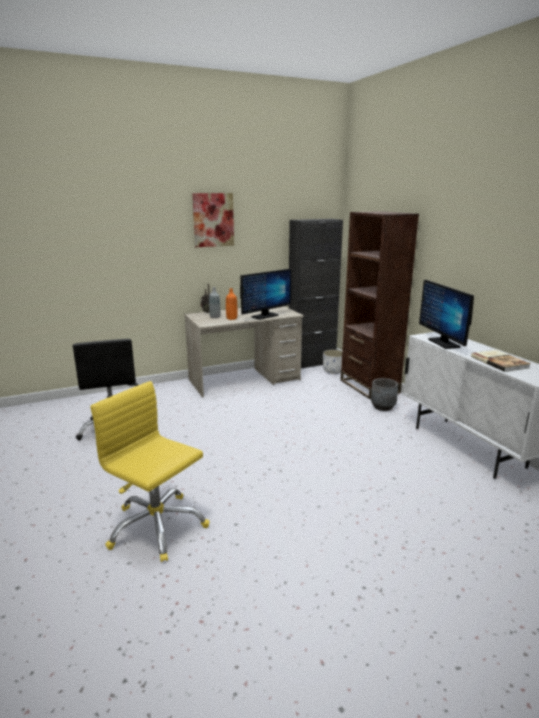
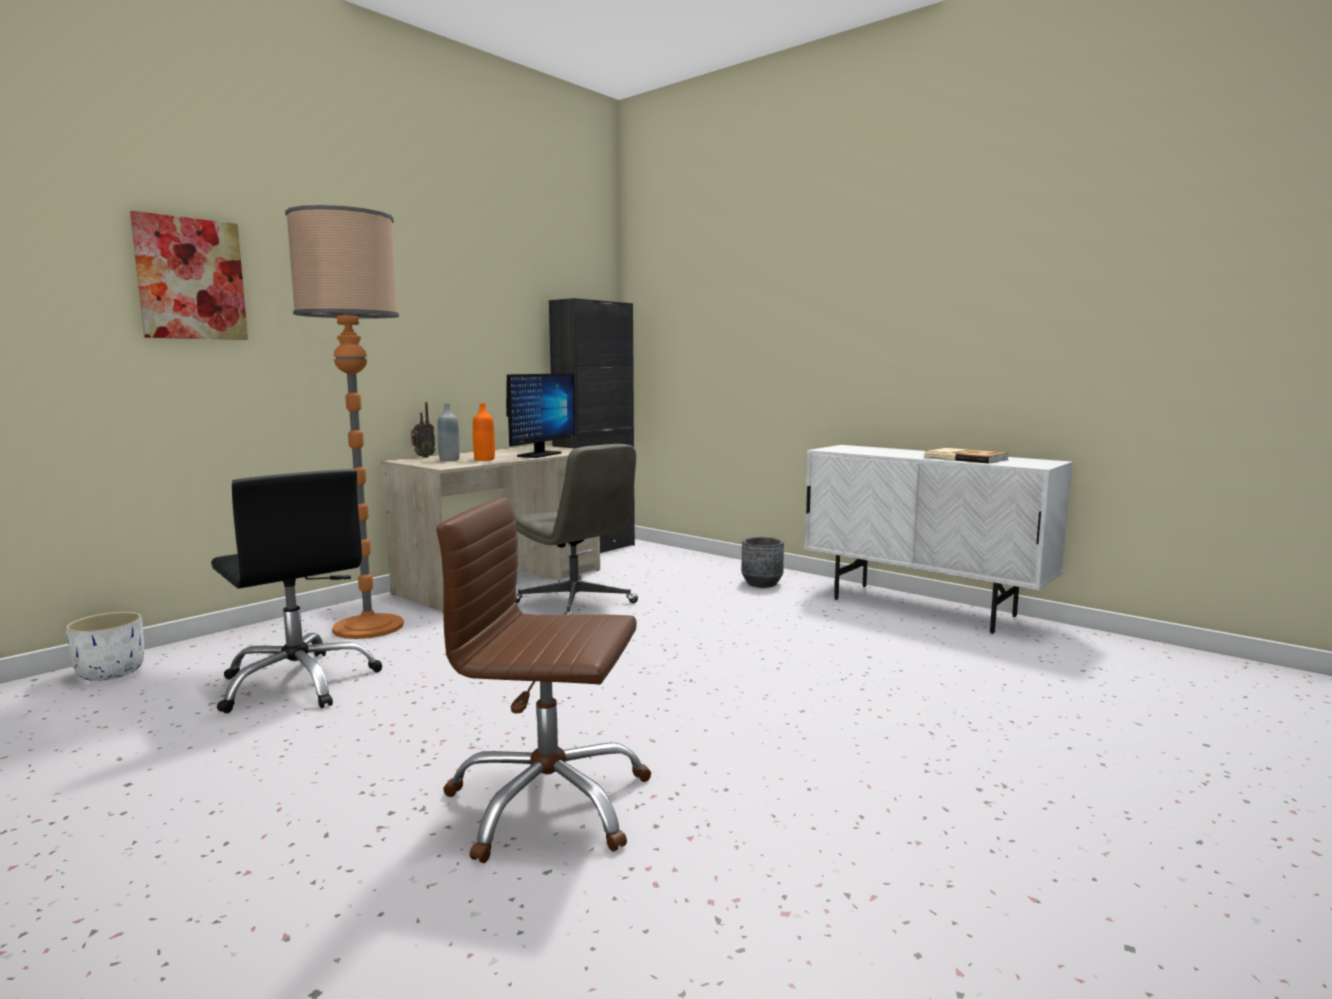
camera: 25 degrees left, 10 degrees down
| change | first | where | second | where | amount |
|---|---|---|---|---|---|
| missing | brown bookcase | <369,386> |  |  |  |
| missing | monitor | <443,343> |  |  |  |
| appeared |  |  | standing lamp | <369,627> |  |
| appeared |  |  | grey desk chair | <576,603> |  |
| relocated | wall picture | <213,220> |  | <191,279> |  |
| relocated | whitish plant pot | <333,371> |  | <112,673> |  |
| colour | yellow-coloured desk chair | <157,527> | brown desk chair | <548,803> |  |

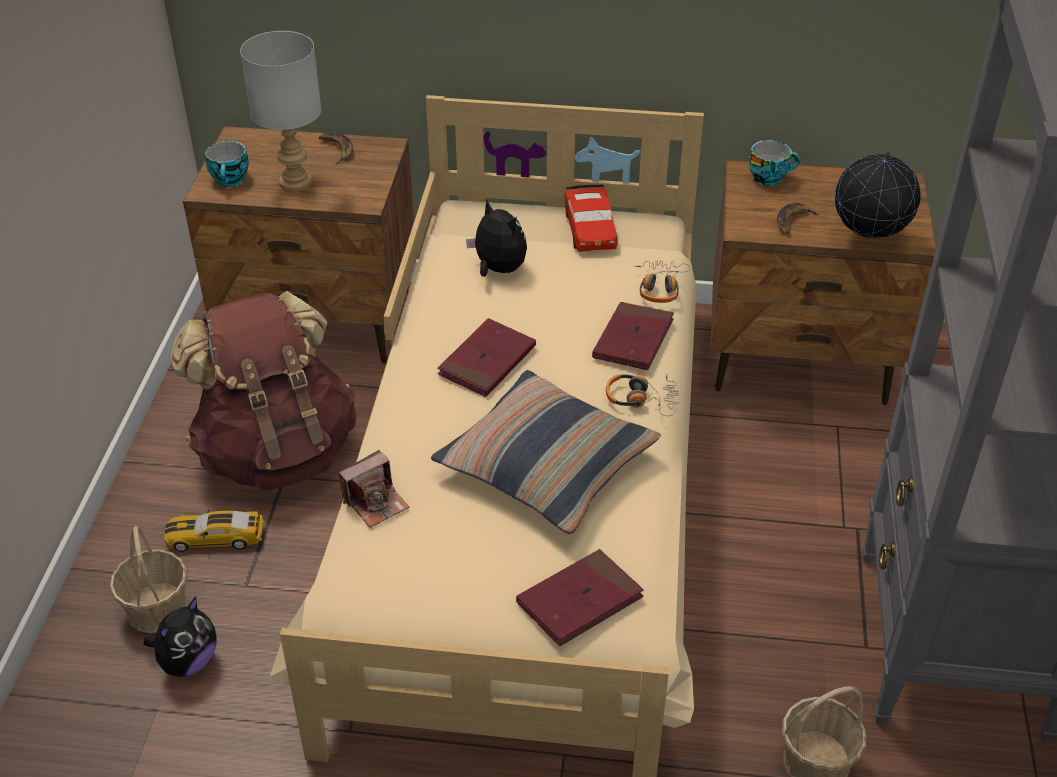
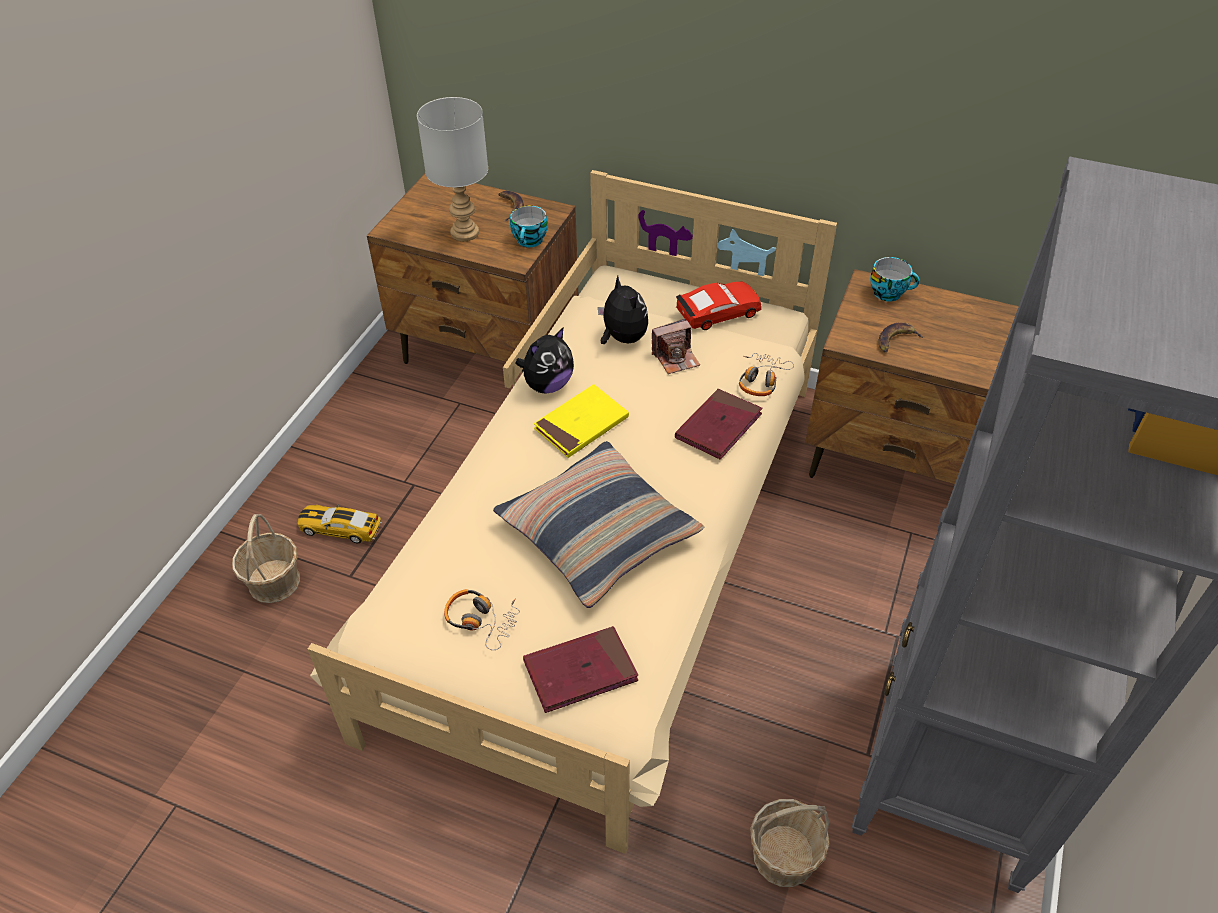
camera: 15 degrees right, 5 degrees up
| change | first | where | second | where | amount |
|---|---|---|---|---|---|
| missing | brown rucksack | <277,451> |  |  |  |
| missing | world globe | <868,240> |  |  |  |
| relocated | plush toy | <188,661> |  | <547,385> |  |
| relocated | cup | <231,180> |  | <530,241> |  |
| relocated | photo camera | <376,502> |  | <675,358> |  |
| relocated | headset | <642,399> |  | <481,620> |  |
| colour | red-coloured book | <487,361> | yellow-coloured book | <581,424> |  |
| spun | red-coloured toy car | <590,229> |  | <717,313> | 120 degrees counterclockwise |

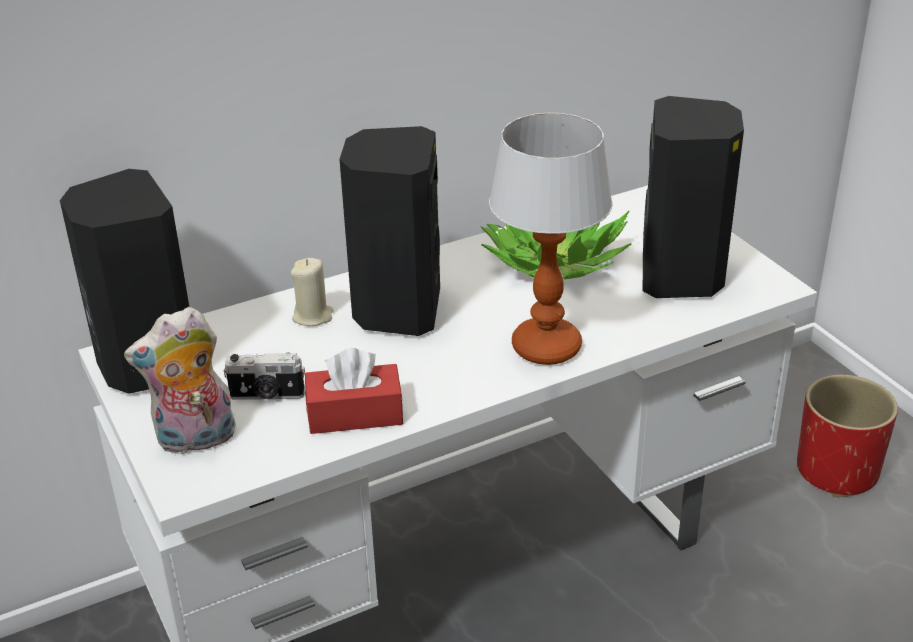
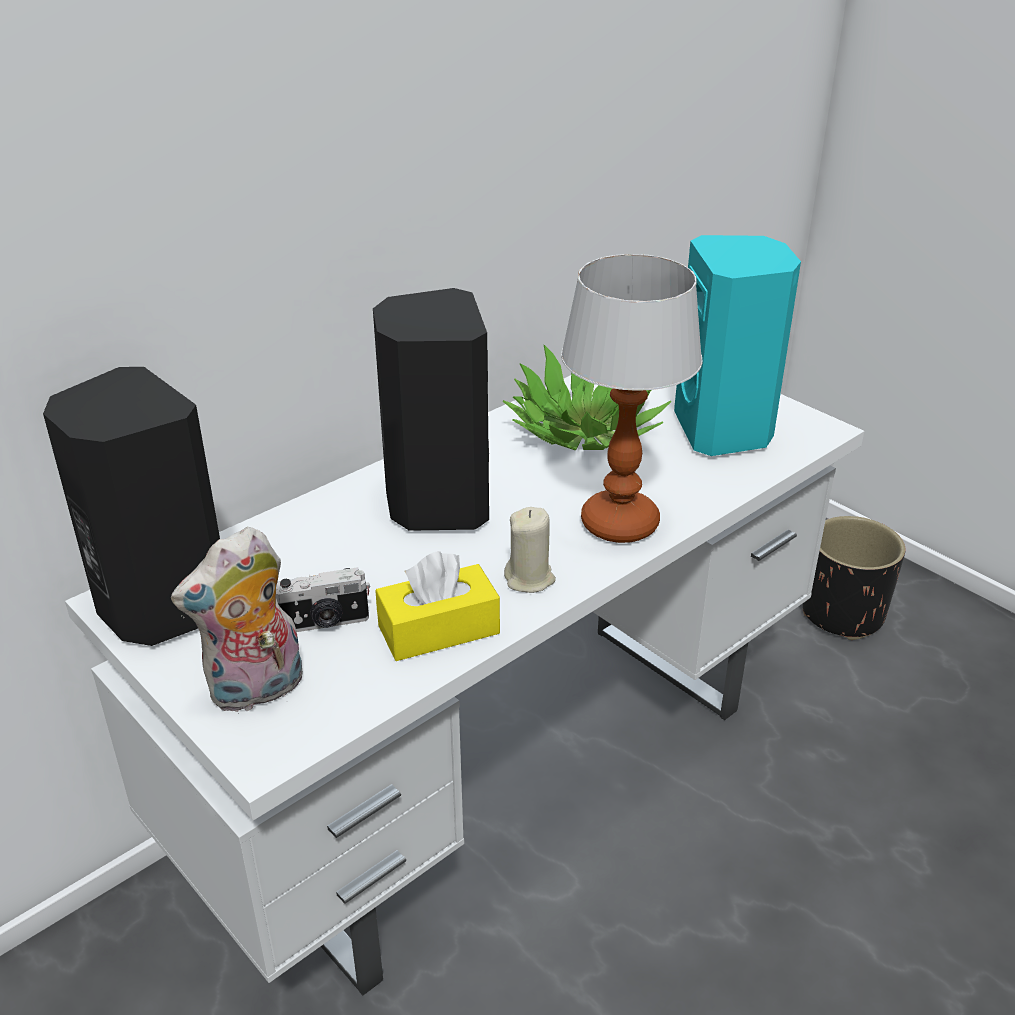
camera: 15 degrees left, 0 degrees up
| change | first | where | second | where | amount |
|---|---|---|---|---|---|
| relocated | beige candle | <313,316> |  | <530,579> |  |
| colour | red-coloured tissue box | <355,414> | yellow-coloured tissue box | <439,630> |  |
| colour | blackish loudspeaker | <682,277> | turquoise-coloured loudspeaker | <725,431> |  |
| colour | red-coloured plant pot | <836,471> | blackish plant pot | <842,614> |  |

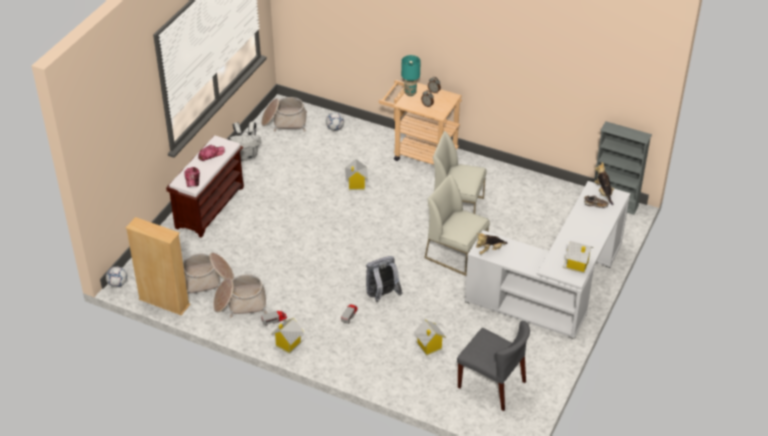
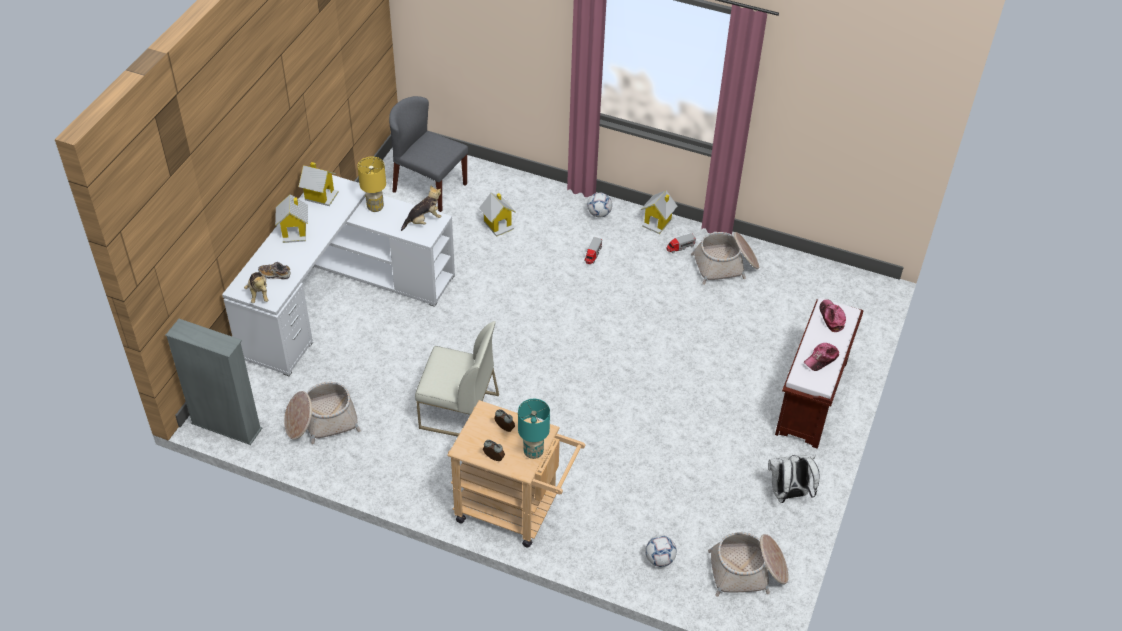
camera: 175 degrees right, 5 degrees up
| change | first | where | second | where | amount |
|---|---|---|---|---|---|
| missing | beige bookcase | <164,302> |  |  |  |
| missing | grey rucksack | <382,295> |  |  |  |
| missing | whitish upright chair | <456,253> |  |  |  |
| appeared |  |  | yellow-coloured tabletop lamp | <375,207> |  |
| relocated | ball for football | <117,284> |  | <599,214> |  |
| relocated | basket | <207,280> |  | <321,421> |  |
| relocated | toy house | <356,184> |  | <295,231> |  |

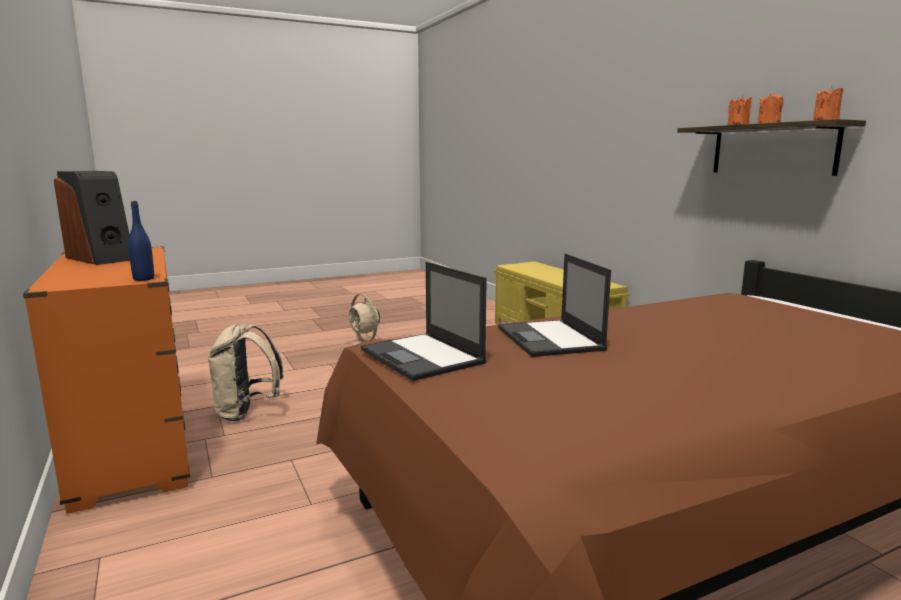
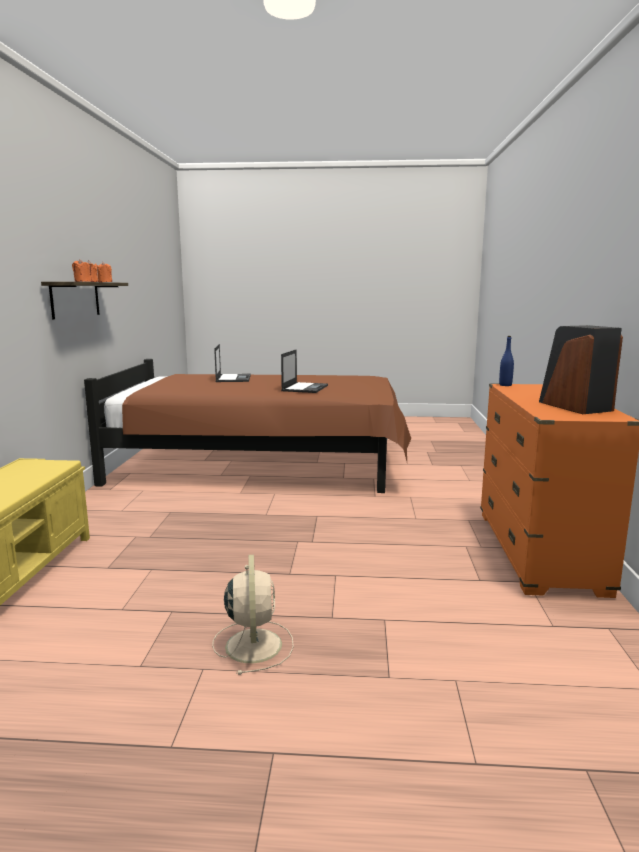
camera: 150 degrees left, 0 degrees up
| change | first | where | second | where | amount |
|---|---|---|---|---|---|
| missing | beige rucksack | <247,412> |  |  |  |
| relocated | notebook computer | <423,357> |  | <233,378> |  |

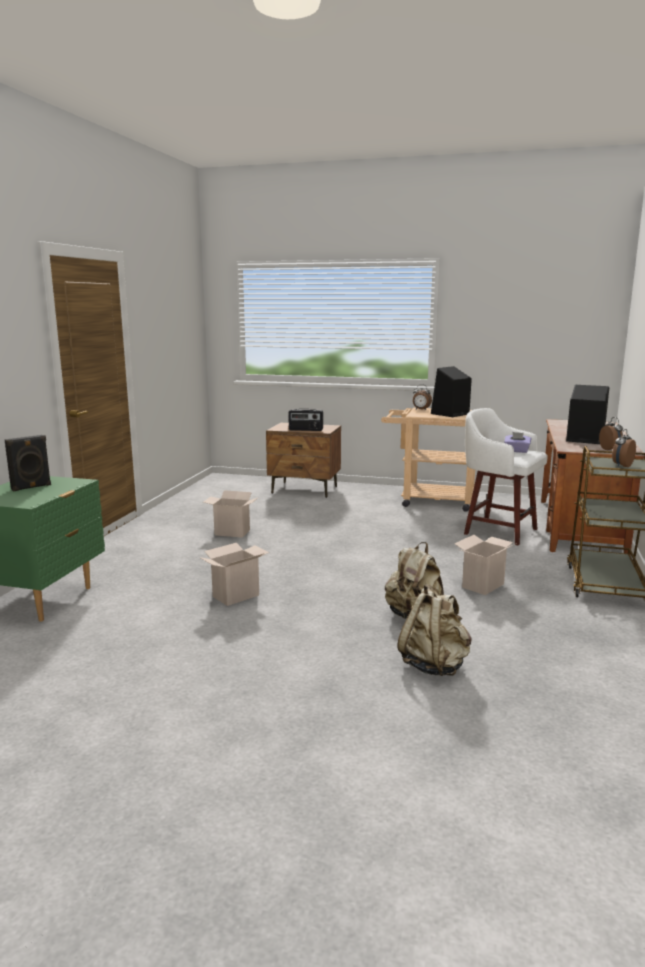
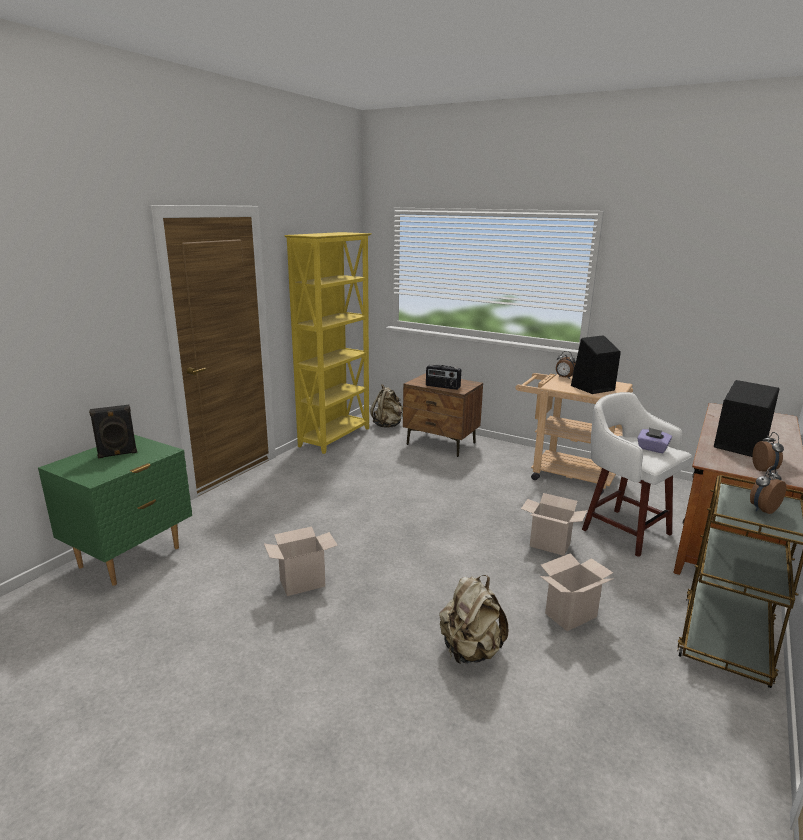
camera: 15 degrees right, 5 degrees up
| change | first | where | second | where | amount |
|---|---|---|---|---|---|
| appeared |  |  | yellow-coloured bookcase | <336,437> |  |
| relocated | cardboard box | <231,533> |  | <548,545> |  |
| relocated | beige rucksack | <434,665> |  | <388,425> |  |

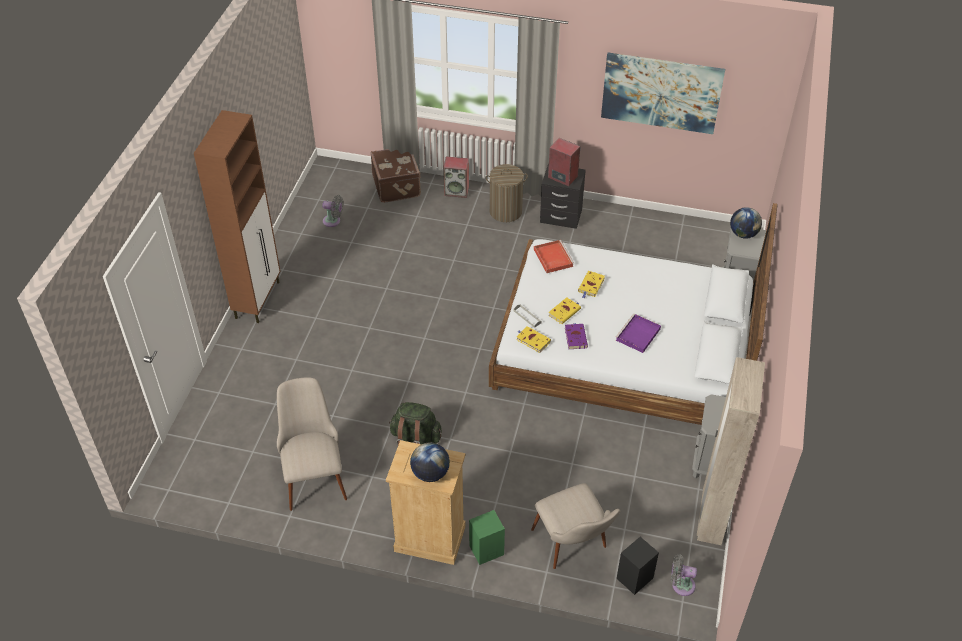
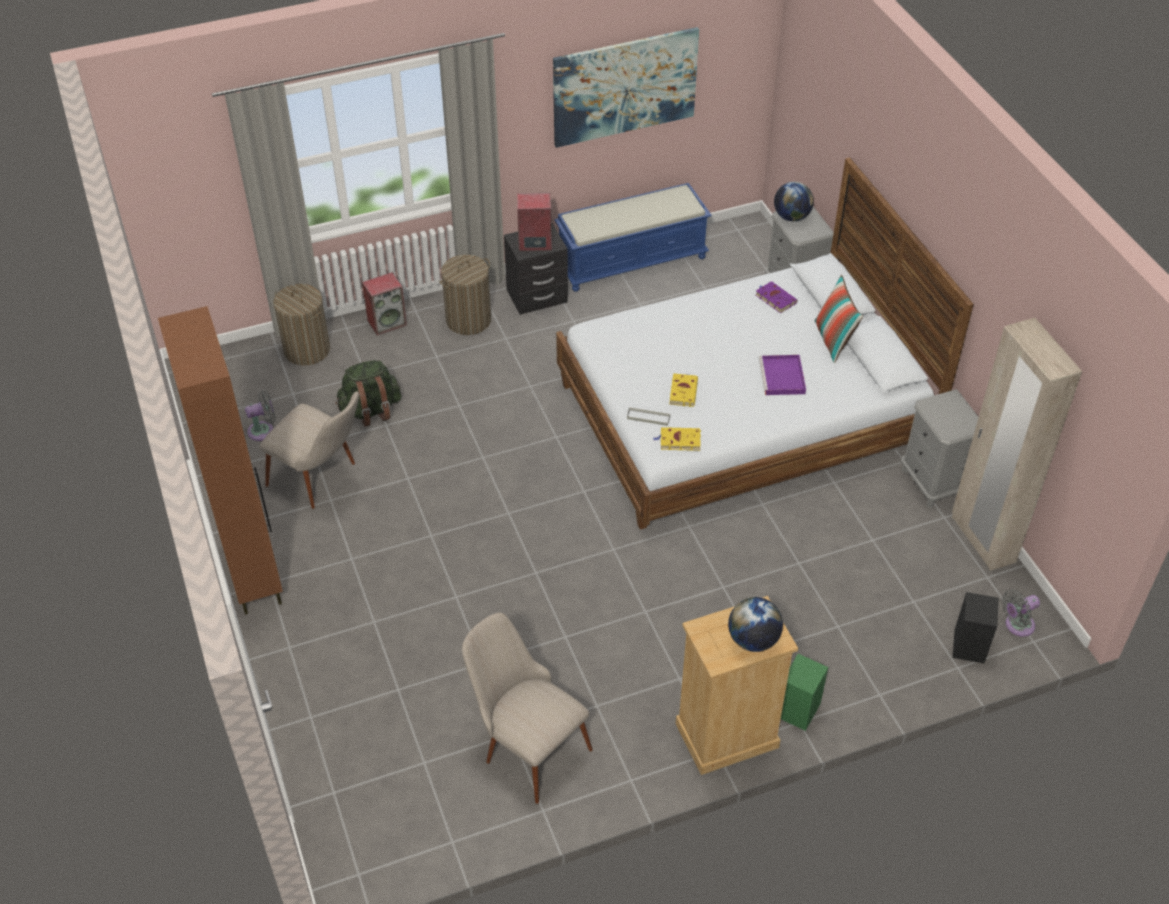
camera: 35 degrees left, 0 degrees up
| change | first | where | second | where | amount |
|---|---|---|---|---|---|
| missing | red-coloured serving tray | <552,257> |  |  |  |
| missing | yellow-coloured book | <591,286> |  |  |  |
| appeared |  |  | blue indoor bench | <632,260> |  |
| appeared |  |  | cushion | <834,341> |  |
| relocated | green rucksack | <415,439> |  | <371,410> |  |
| relocated | beige upright chair | <574,548> |  | <323,480> |  |
| relocated | purplish book | <575,337> |  | <774,298> |  |
| exchanged | brown travel case | <397,186> | washing basket | <307,350> |  |

